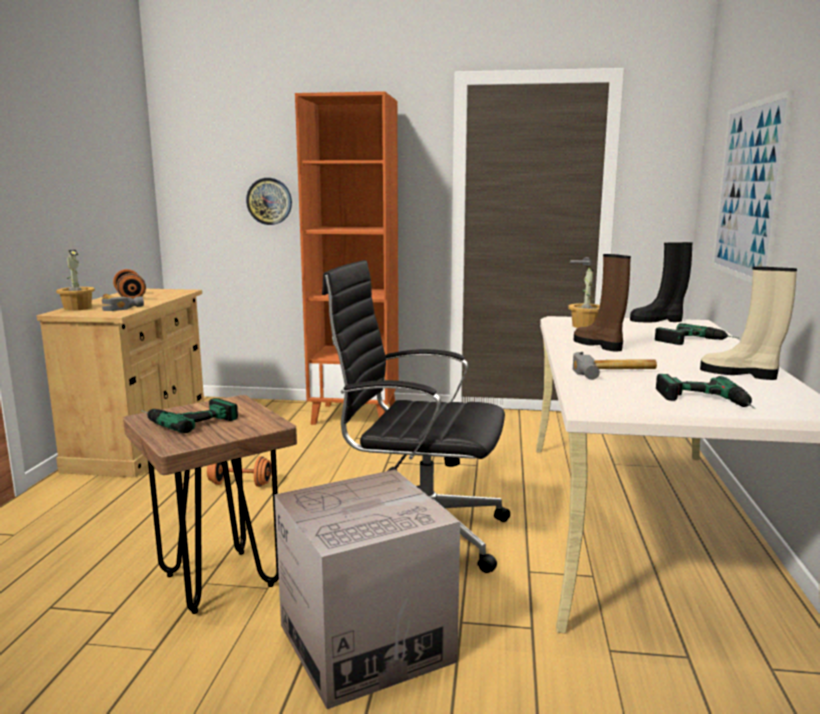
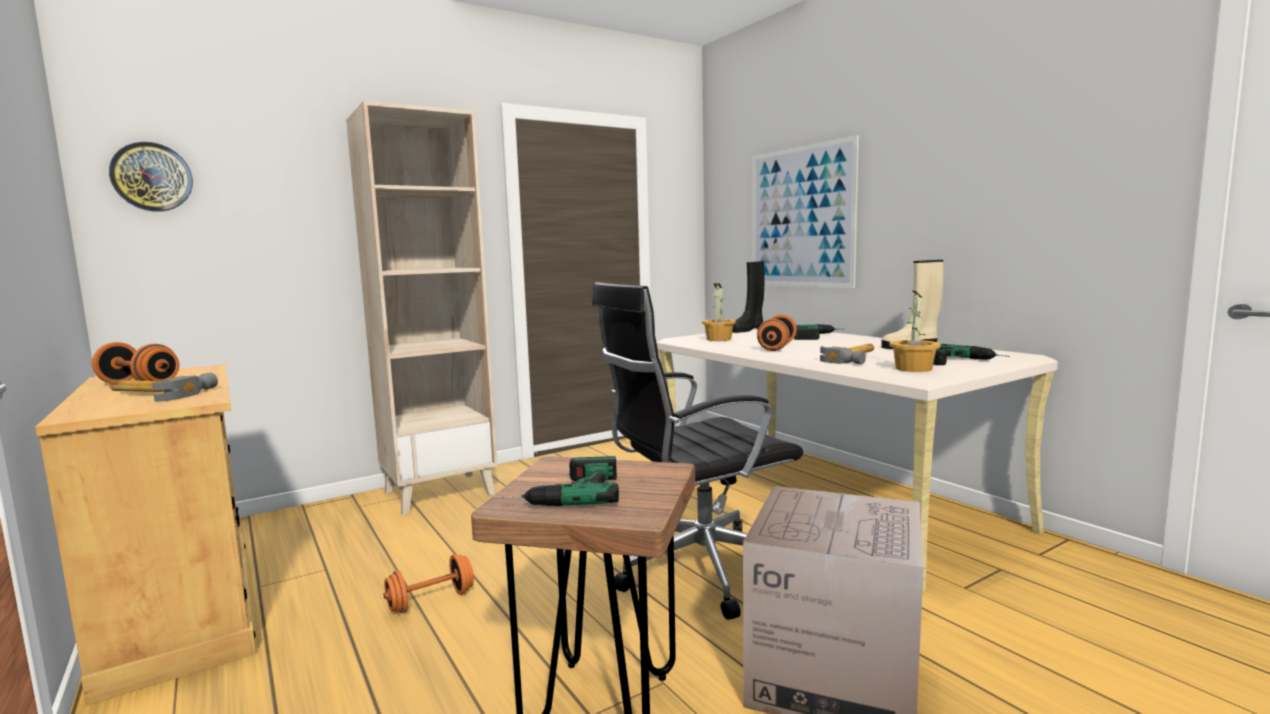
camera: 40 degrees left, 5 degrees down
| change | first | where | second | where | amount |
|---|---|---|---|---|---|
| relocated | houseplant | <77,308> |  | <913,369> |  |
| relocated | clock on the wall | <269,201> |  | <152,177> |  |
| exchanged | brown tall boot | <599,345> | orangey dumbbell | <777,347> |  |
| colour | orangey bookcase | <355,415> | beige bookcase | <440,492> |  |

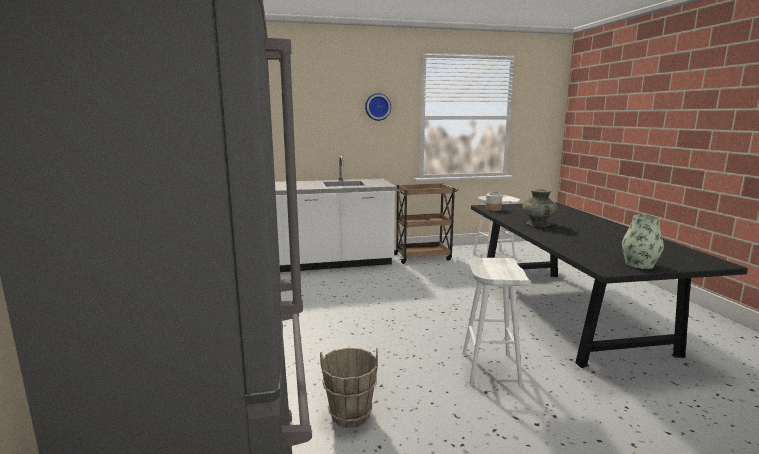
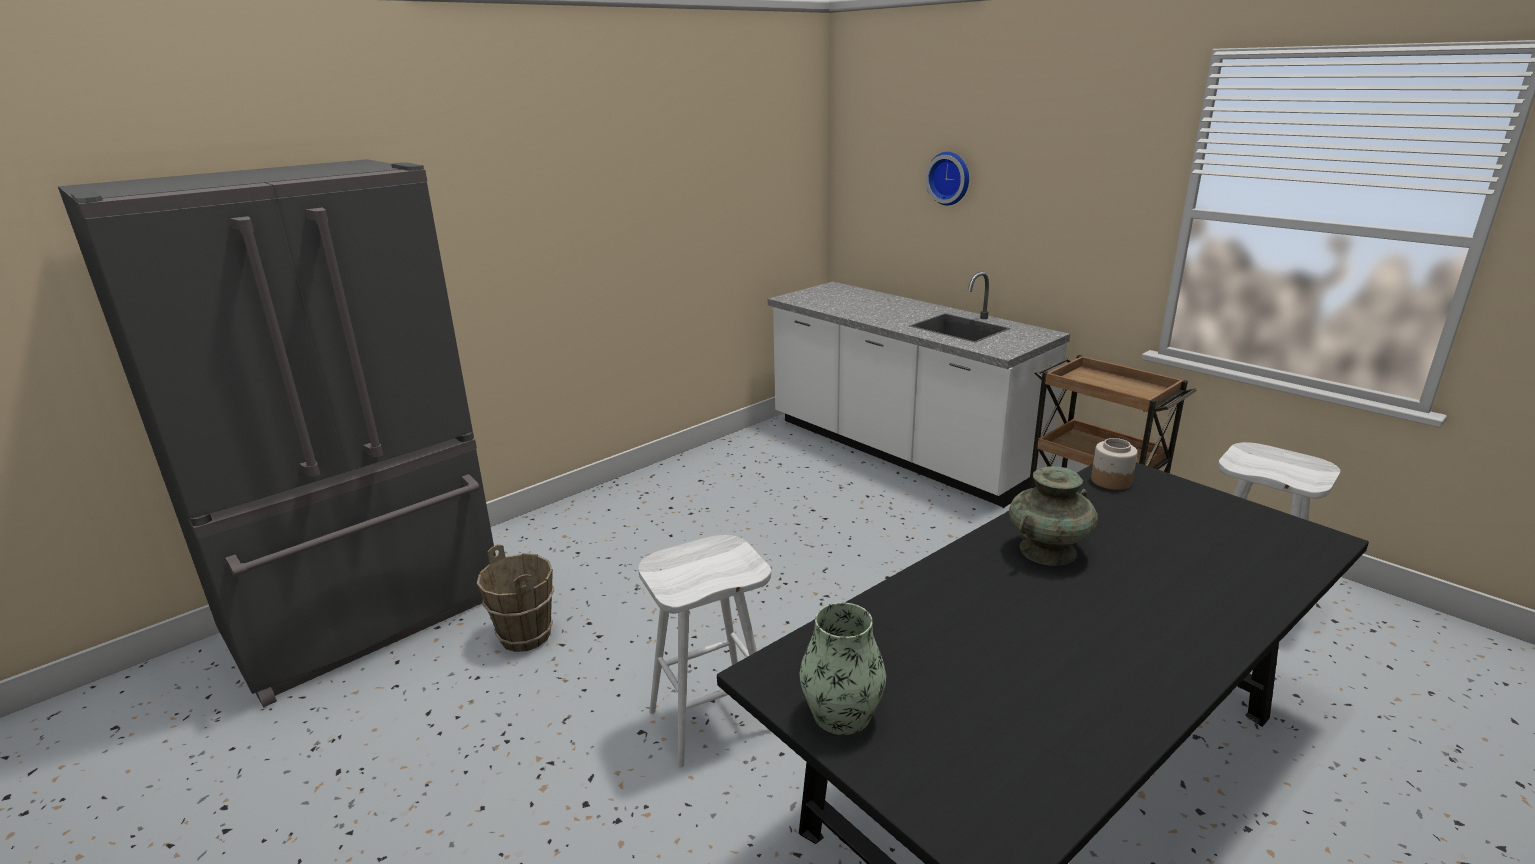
camera: 60 degrees right, 10 degrees up
| change | first | where | second | where | amount |
|---|---|---|---|---|---|
| relocated | clock on the wall | <377,107> |  | <950,178> |  |

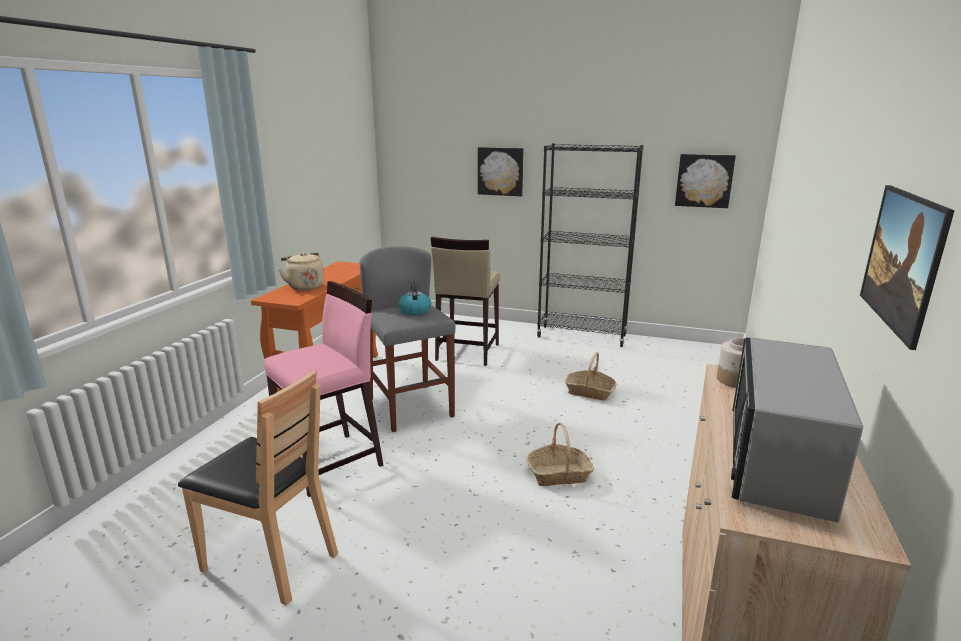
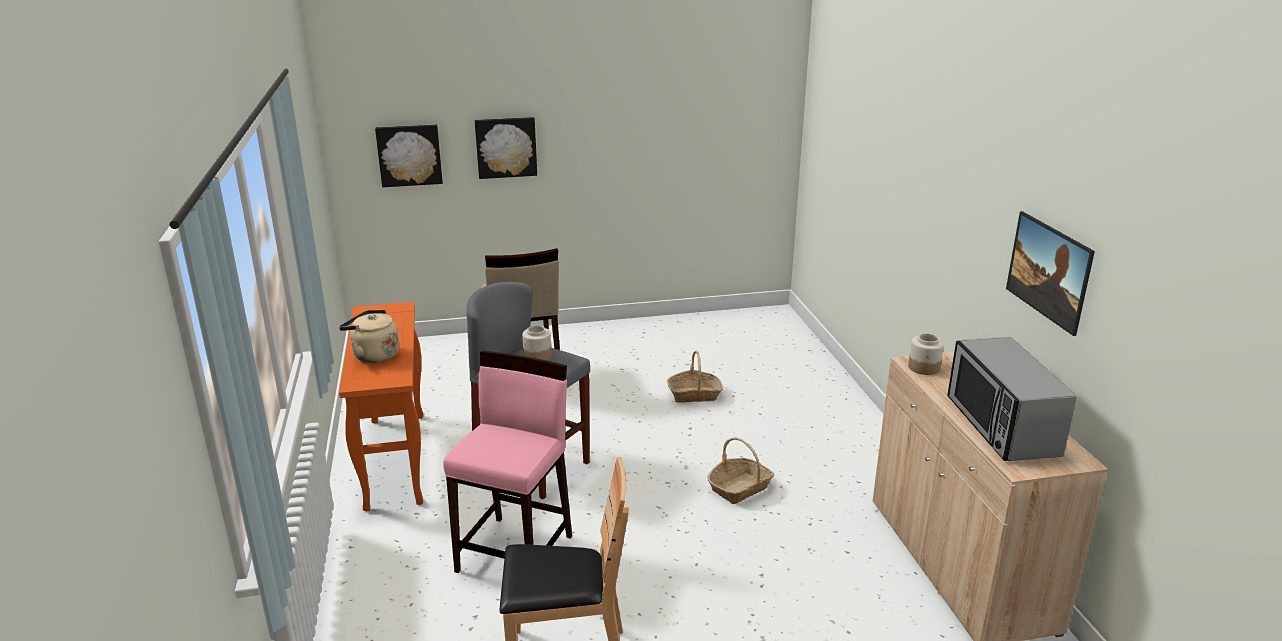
camera: 30 degrees left, 5 degrees up
| change | first | where | second | where | amount |
|---|---|---|---|---|---|
| missing | blackish bookcase | <582,336> |  |  |  |
| relocated | wall picture | <704,180> |  | <409,155> |  |
| exchanged | tea kettle | <414,310> | preserve jar | <537,356> |  |

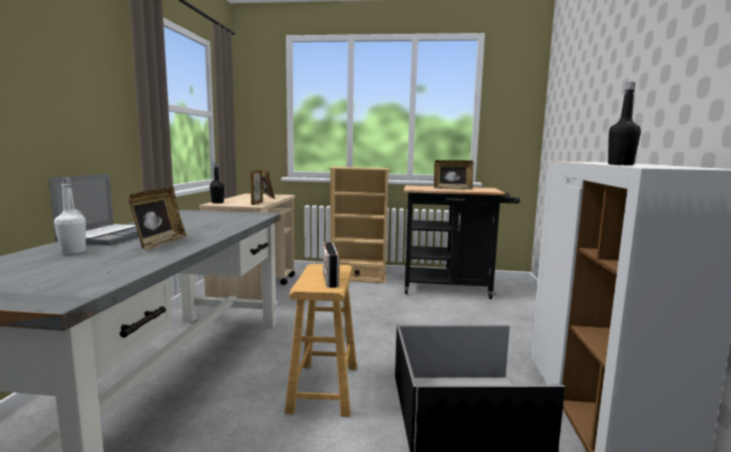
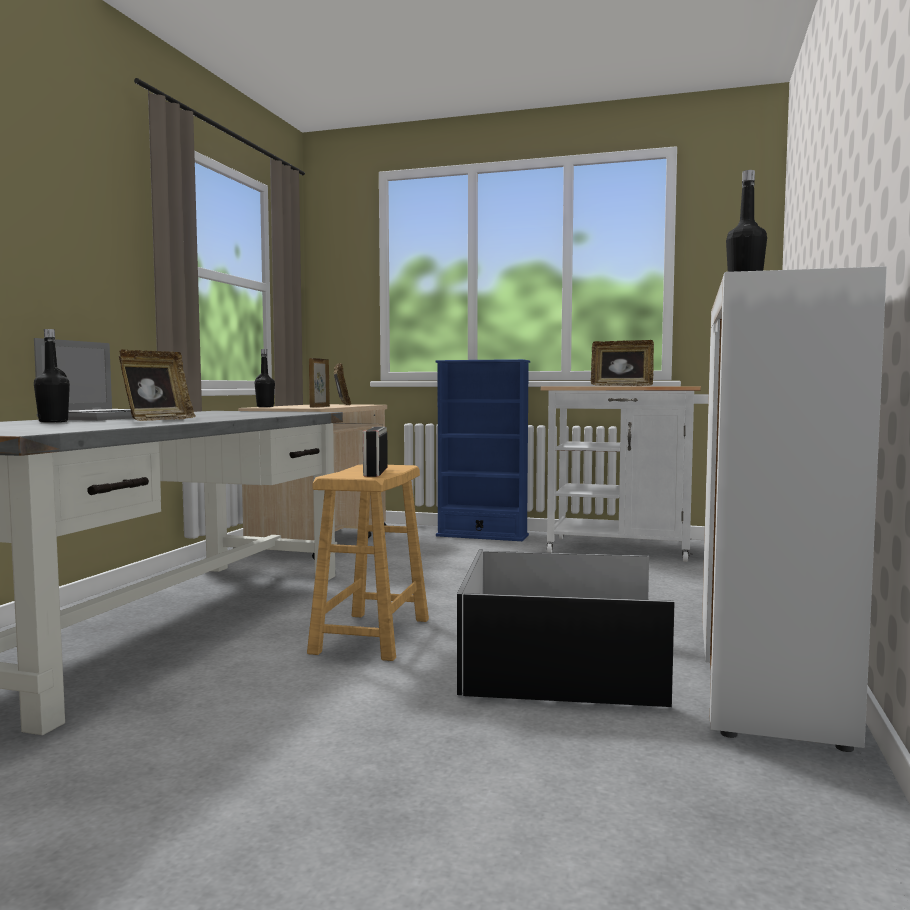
camera: 10 degrees right, 5 degrees down
| change | first | where | second | where | amount |
|---|---|---|---|---|---|
| colour | whitish beverage bottle | <73,252> | blackish beverage bottle | <53,421> |  |
| colour | beige bookcase | <358,278> | blue bookcase | <482,536> |  |
| colour | blackish trolley | <452,288> | whitish trolley | <630,549> |  |

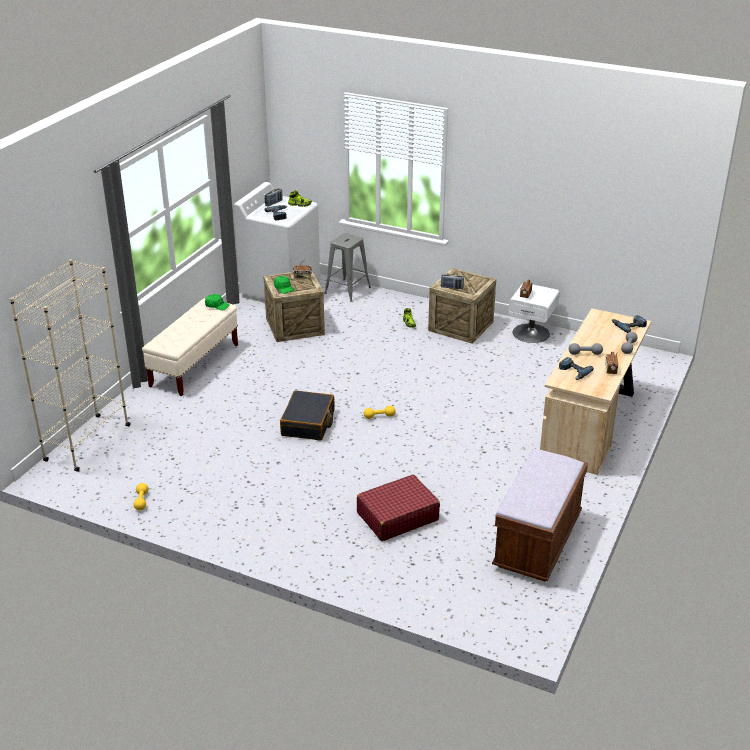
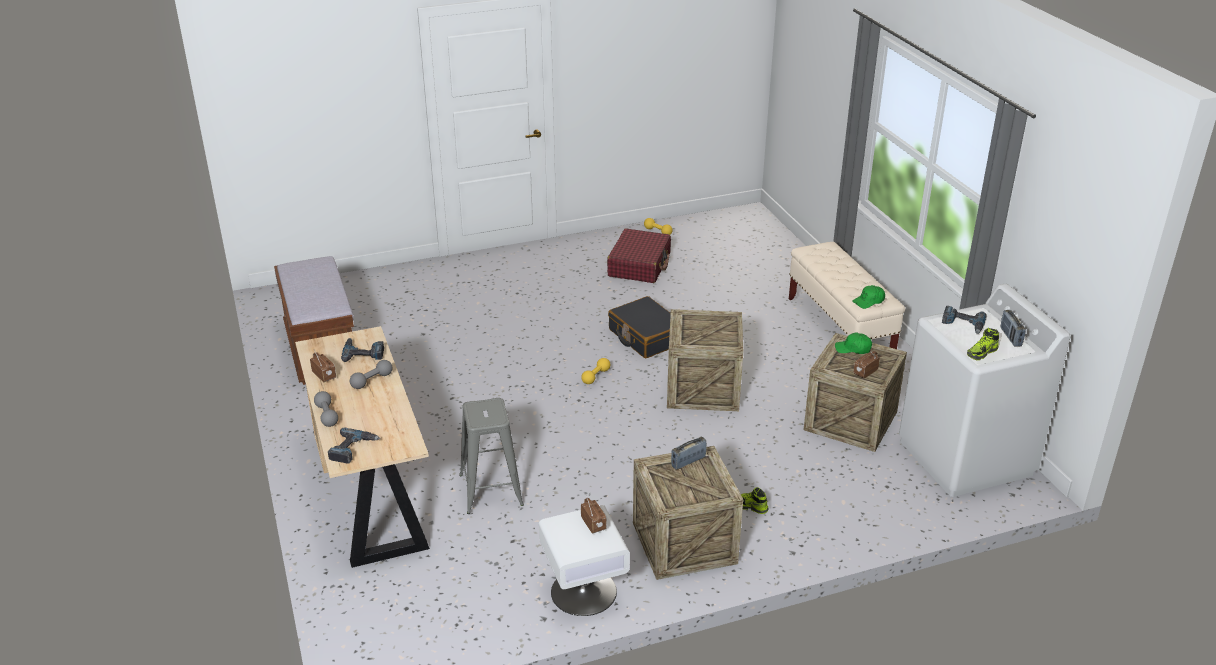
camera: 135 degrees right, 0 degrees up
| change | first | where | second | where | amount |
|---|---|---|---|---|---|
| missing | beige bookcase | <87,443> |  |  |  |
| appeared |  |  | shipping crate | <703,388> |  |
| relocated | grey sitting stool | <347,290> |  | <491,489> |  |
| relocated | red-coloured travel case | <397,516> |  | <639,265> |  |

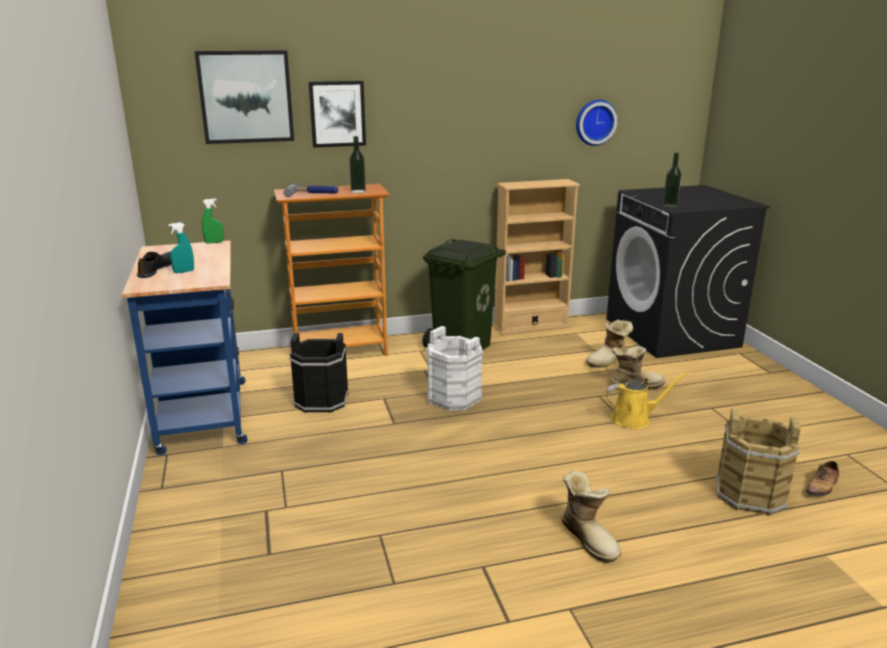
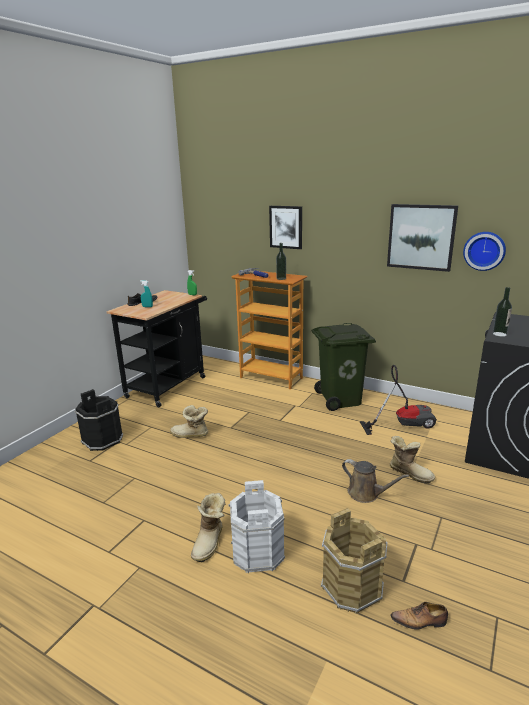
camera: 45 degrees right, 0 degrees up
| change | first | where | second | where | amount |
|---|---|---|---|---|---|
| missing | beige bookcase | <531,326> |  |  |  |
| appeared |  |  | hoover | <403,423> |  |
| relocated | wall picture | <246,97> |  | <421,237> |  |
| relocated | blackish pail | <321,400> |  | <102,440> |  |
| relocated | whitish pail | <453,398> |  | <257,552> |  |
| relocated | tall boot | <609,361> |  | <190,435> |  |
| colour | blue trolley | <203,411> | blackish trolley | <169,385> |  |
| colour | yellow-coloured sprinkling can | <634,419> | brown sprinkling can | <366,494> |  |

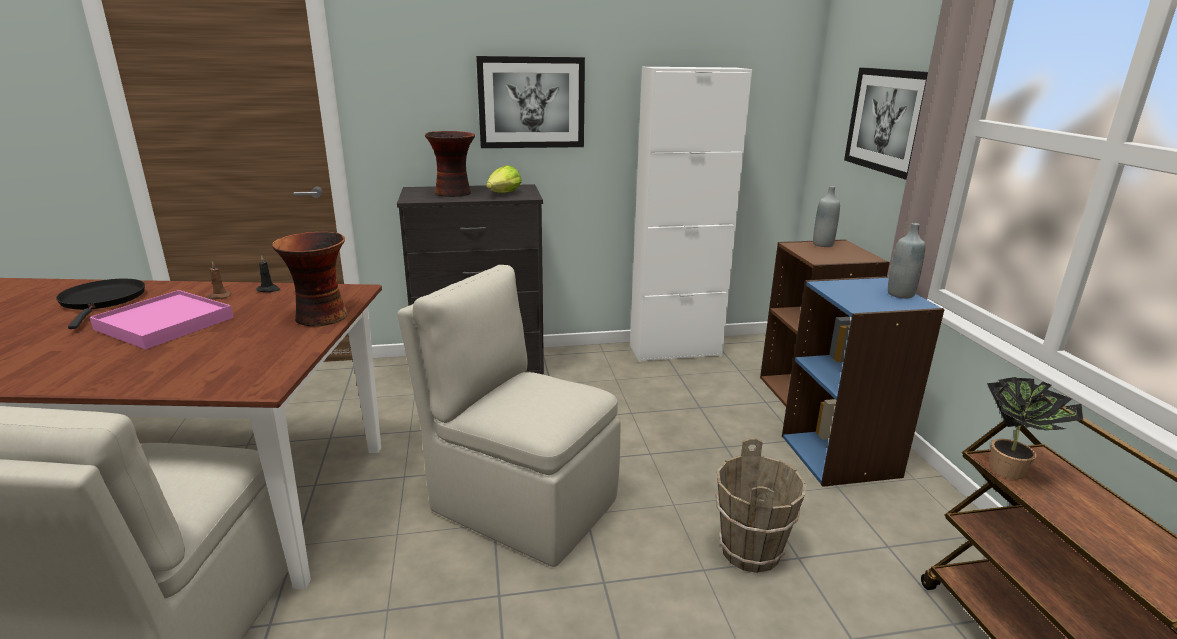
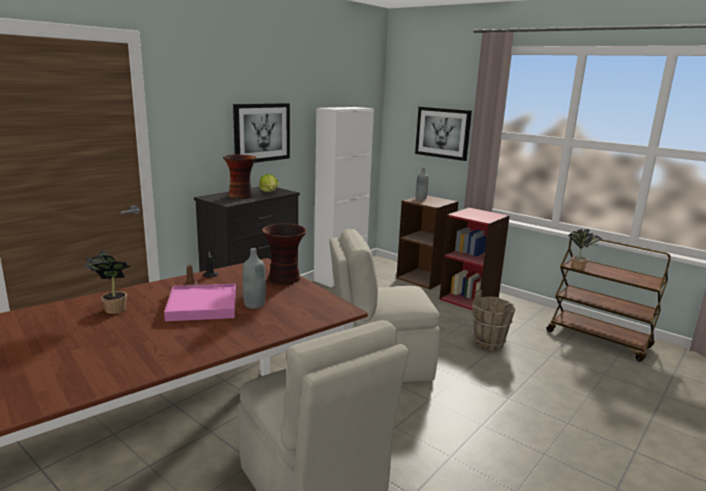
camera: 40 degrees left, 5 degrees down
| change | first | where | second | where | amount |
|---|---|---|---|---|---|
| relocated | grey beverage bottle | <900,294> |  | <254,304> |  |
| exchanged | blackish frying pan | <102,301> | houseplant | <112,309> |  |
| colour | blue bookcase | <841,456> | red-coloured bookcase | <469,299> |  |

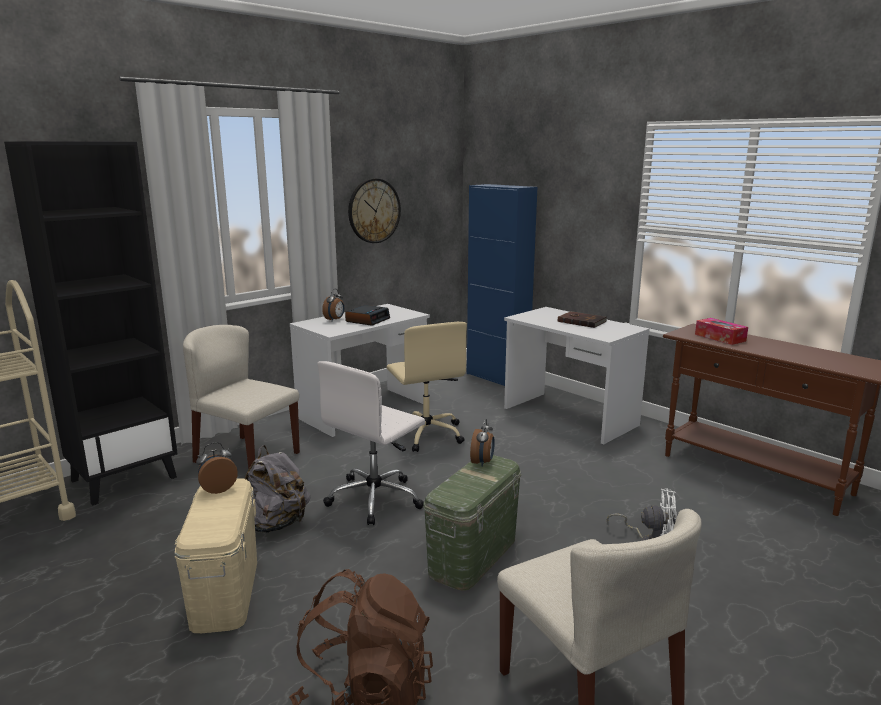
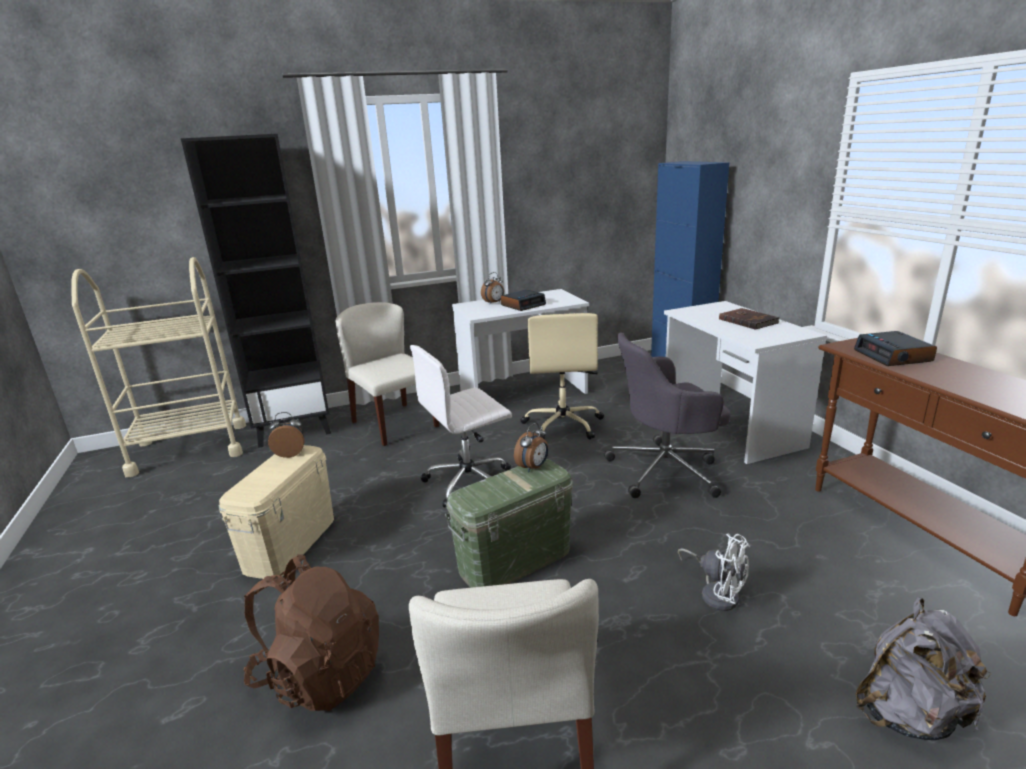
camera: 25 degrees right, 5 degrees up
| change | first | where | second | where | amount |
|---|---|---|---|---|---|
| missing | clock on the wall | <374,211> |  |  |  |
| appeared |  |  | grey desk chair | <666,470> |  |
| relocated | grey rucksack | <275,525> |  | <909,714> |  |
| exchanged | tissue box | <720,337> | alarm clock | <893,356> |  |

